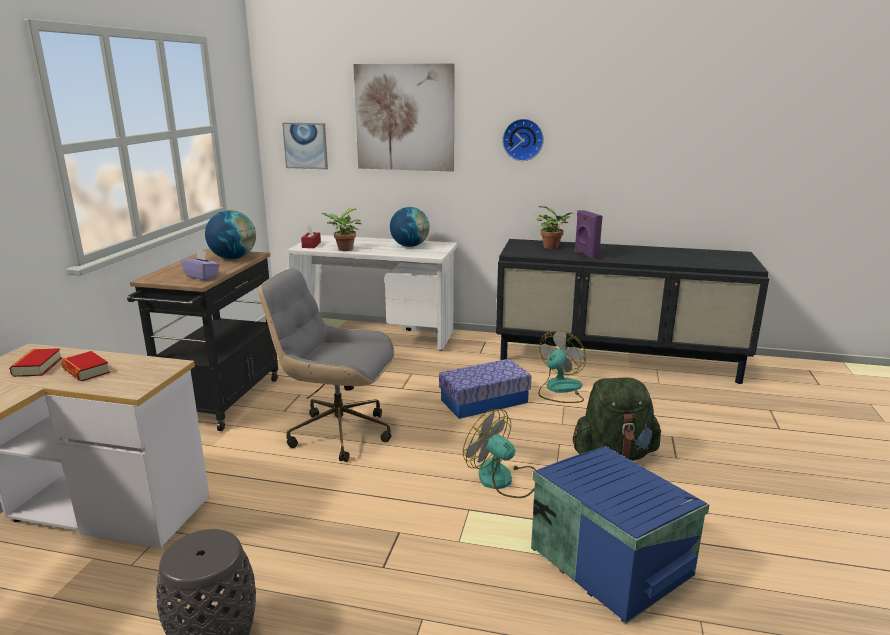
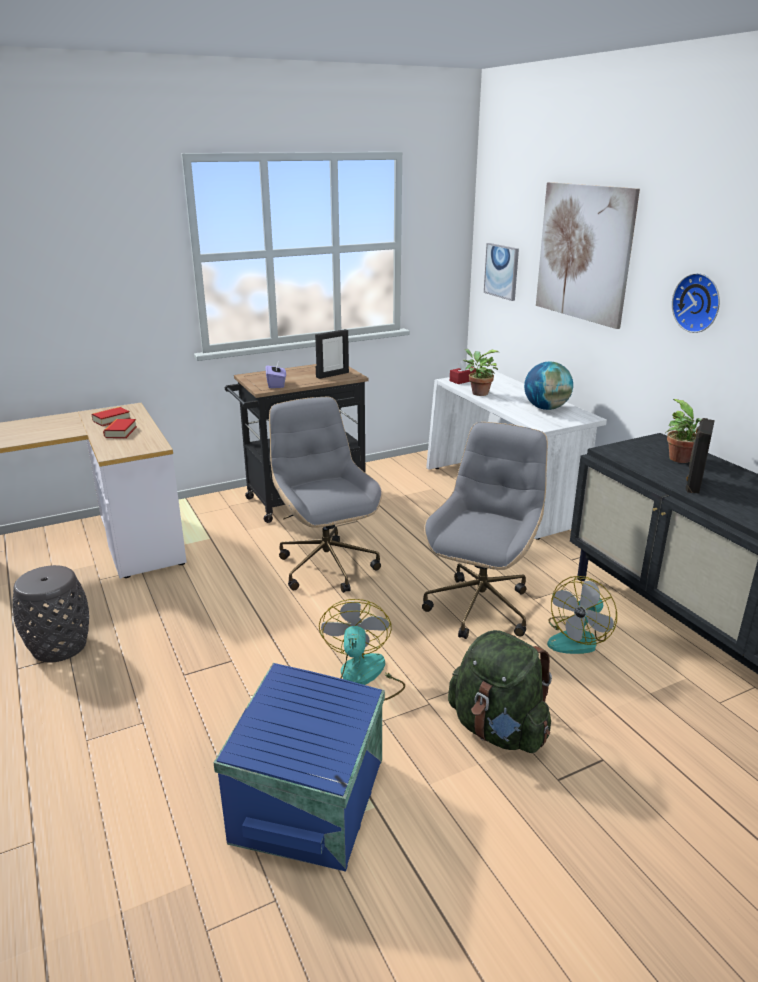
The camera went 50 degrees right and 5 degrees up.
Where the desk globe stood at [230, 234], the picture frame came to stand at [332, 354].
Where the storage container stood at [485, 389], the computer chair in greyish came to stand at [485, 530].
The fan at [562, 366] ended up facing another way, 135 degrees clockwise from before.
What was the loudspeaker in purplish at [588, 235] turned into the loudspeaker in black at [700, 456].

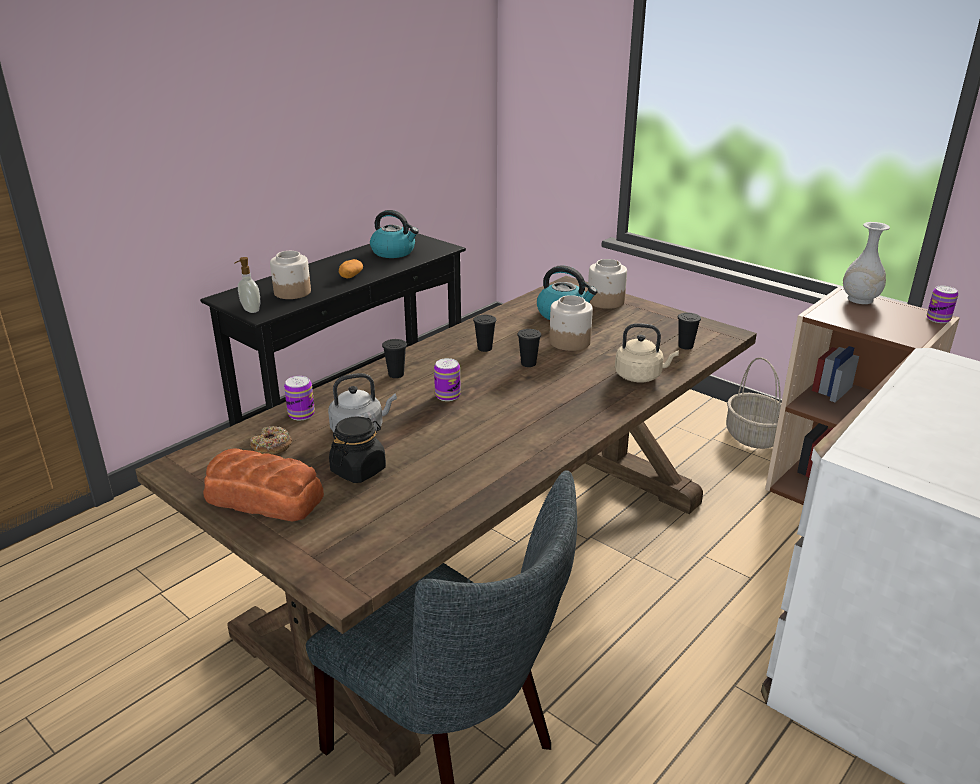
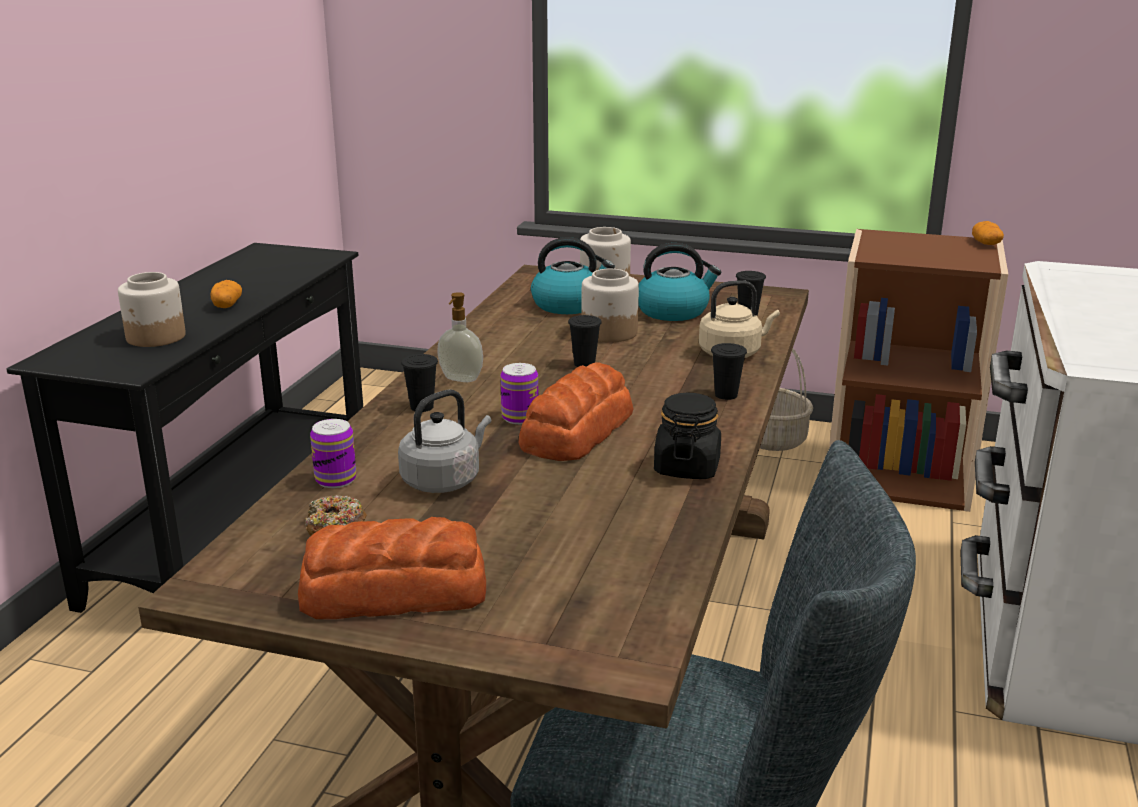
The camera went 25 degrees left and 5 degrees down.
The liquid soap bottle ended up elsewhere, having gone from [247, 285] to [460, 337].
The storage jar in black ended up elsewhere, having gone from [357, 449] to [687, 436].
The tea kettle ended up elsewhere, having gone from [394, 234] to [680, 282].
The cup in black ended up elsewhere, having gone from [484, 333] to [729, 371].
The second view lost the vase in white at [866, 263].
Where the metal can stood at [942, 304], the potato came to stand at [988, 233].
The second view gained the bakery bread at [576, 411].

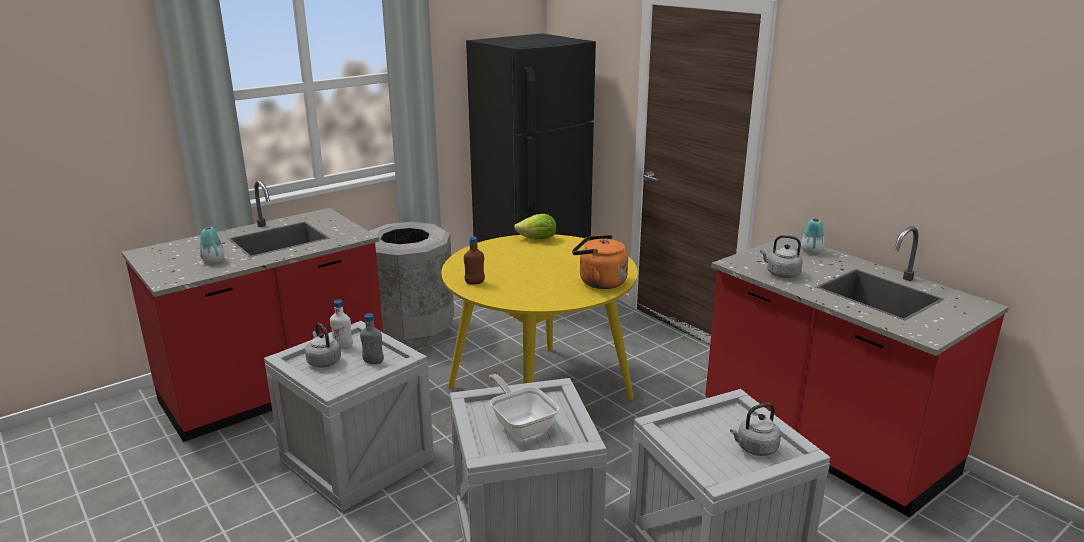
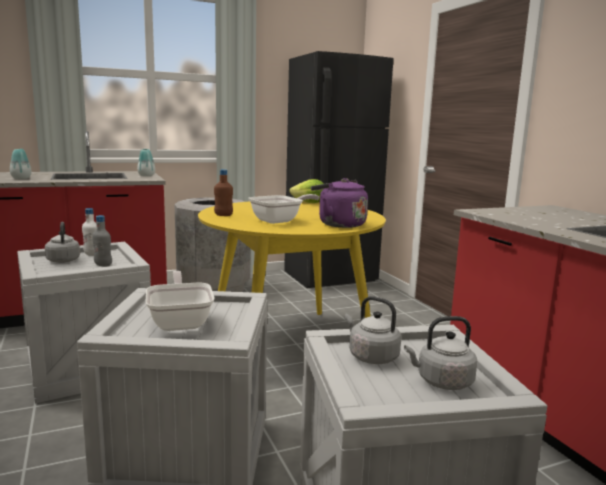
The camera went 15 degrees right and 10 degrees down.
What was the tea kettle in orangey at [600, 262] turned into the tea kettle in purplish at [339, 203].
The tea kettle in greyish ended up elsewhere, having gone from [781, 256] to [373, 330].
The vase ended up elsewhere, having gone from [813, 236] to [146, 162].
The second view gained the pan at [284, 209].

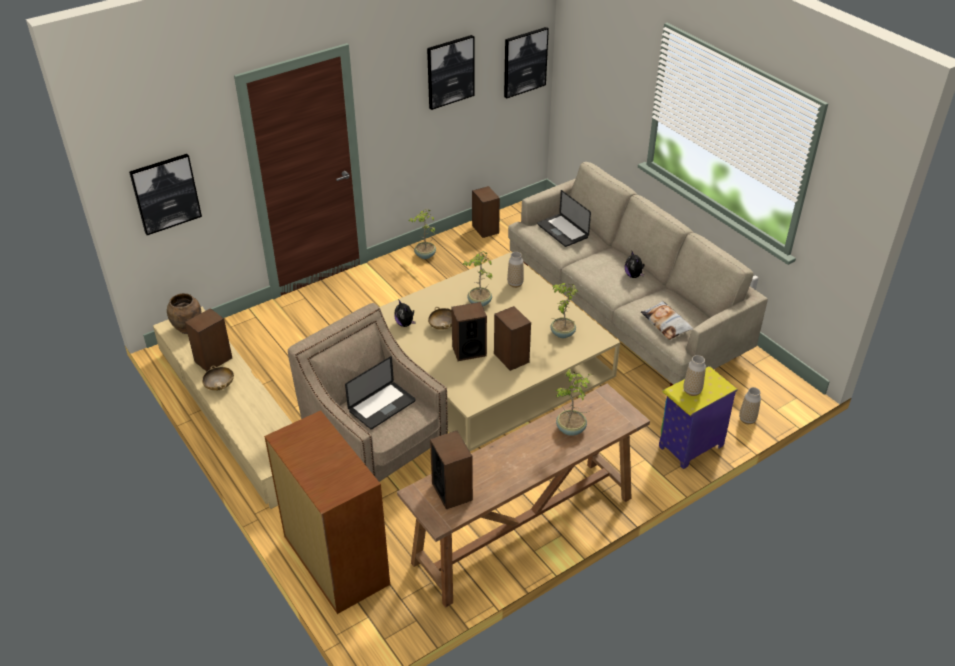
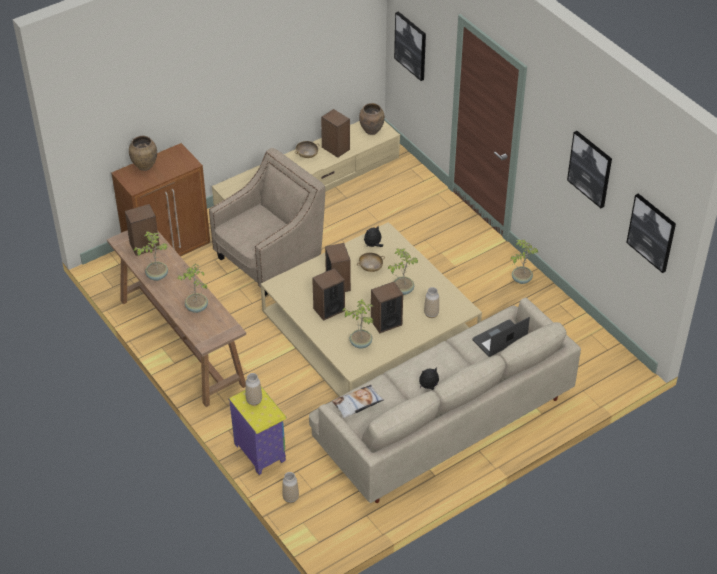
The camera went 90 degrees right and 5 degrees up.
The second view lost the portable computer at [380, 392].
The loudspeaker ended up elsewhere, having gone from [486, 212] to [387, 308].
The second view gained the vase in brownish at [143, 153].
The second view gained the houseplant at [151, 256].

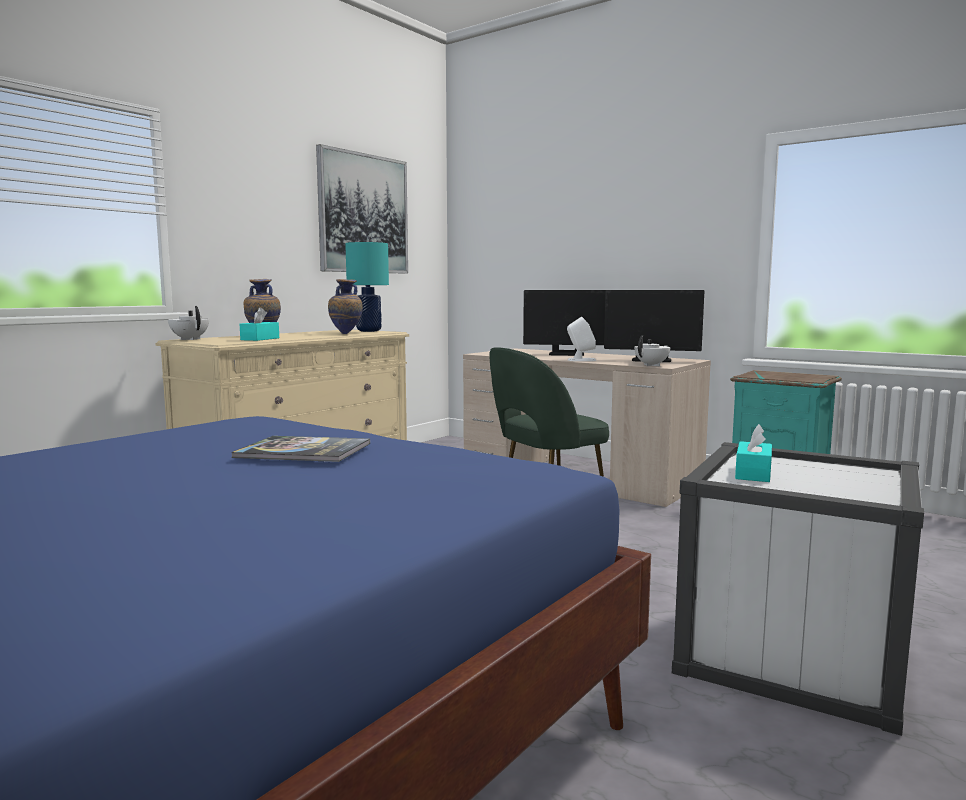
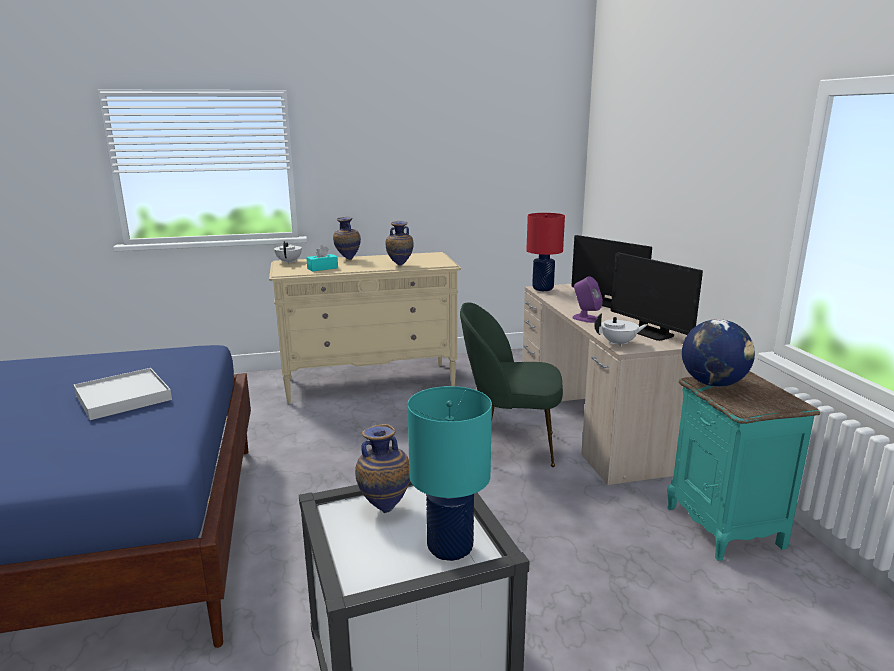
The camera went 40 degrees right and 10 degrees up.
Where the volume stood at [300, 449], the tray in white came to stand at [123, 394].
The second view lost the wall picture at [362, 209].
The table lamp in turquoise-coloured ended up elsewhere, having gone from [367, 287] to [449, 473].
What was the loudspeaker in white at [582, 339] turned into the loudspeaker in purplish at [587, 299].
Where the tissue holder in turquoise-coloured stood at [753, 453], the vase came to stand at [382, 468].
The second view gained the table lamp in red-coloured at [545, 252].
The second view gained the desk globe at [718, 353].

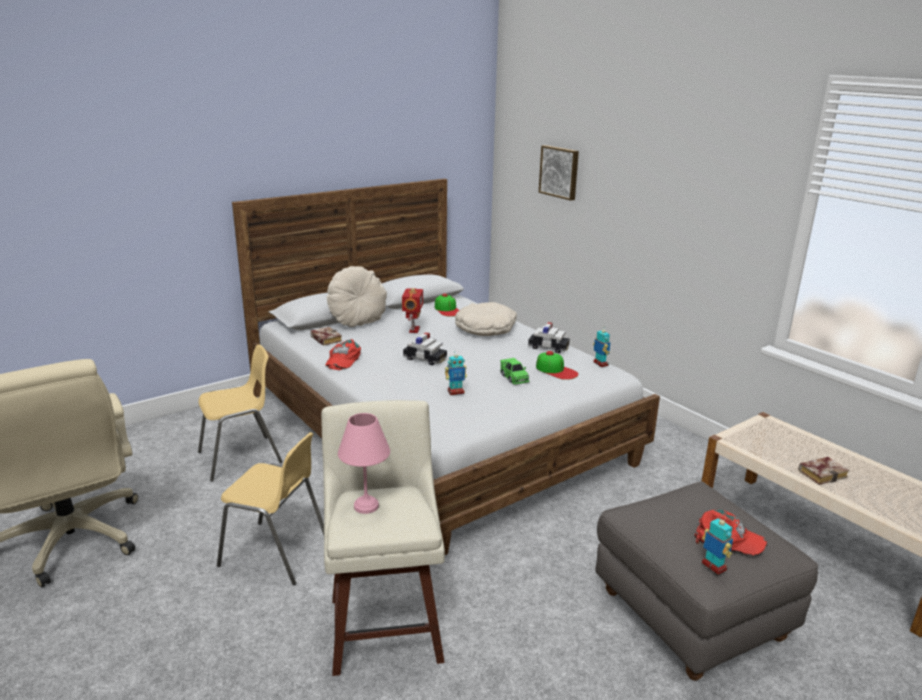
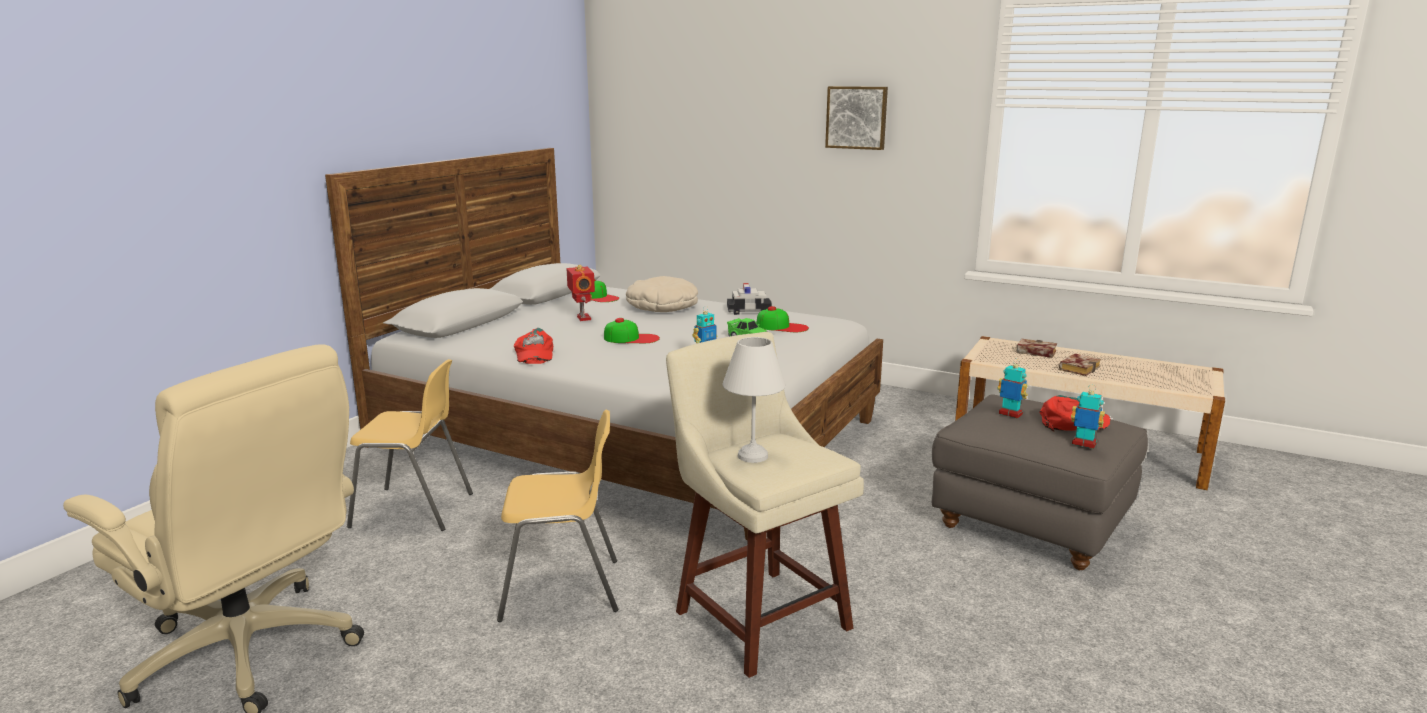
The camera went 25 degrees left and 5 degrees down.
The plain chair in yellow at [240, 413] ended up facing another way, 60 degrees clockwise from before.
The volume ended up elsewhere, having gone from [326, 336] to [1036, 348].
The second view lost the cushion in sand-coloured at [356, 296].
What was the table lamp in pink at [364, 463] turned into the table lamp in white at [754, 400].
Where the model car stood at [425, 348], the peaked cap came to stand at [632, 330].
The wall picture ended up elsewhere, having gone from [559, 173] to [856, 118].
The robot figure ended up elsewhere, having gone from [601, 348] to [1012, 389].

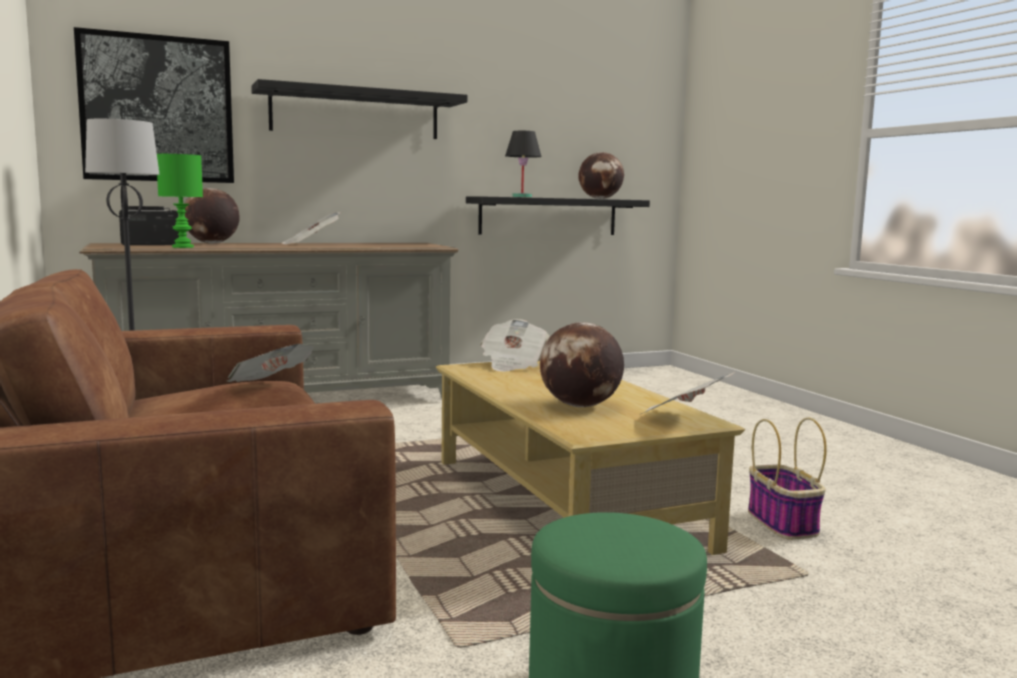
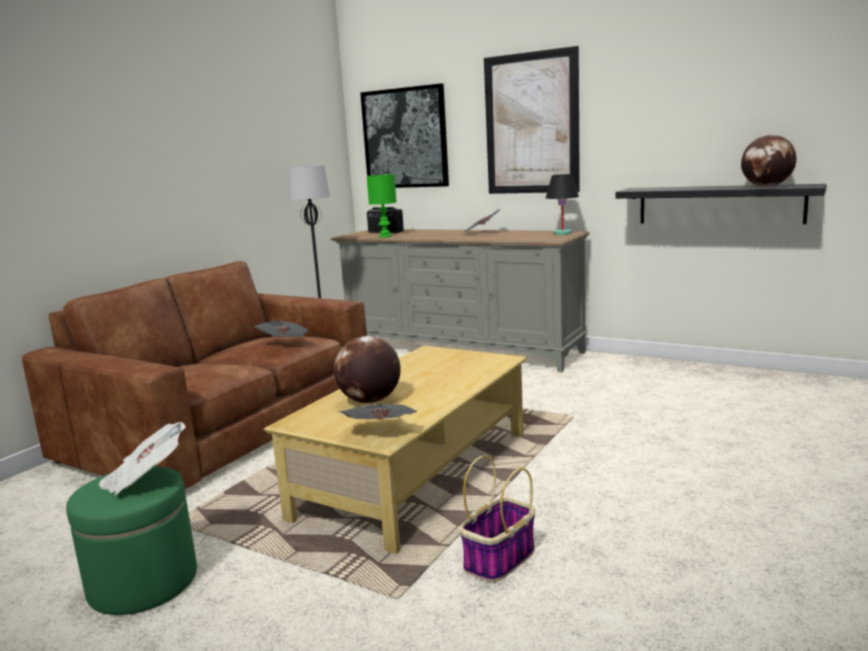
The camera went 55 degrees right and 5 degrees up.
The second view lost the desk globe at [212, 216].
Where the wall shelf in black hung at [359, 109], the wall picture came to hang at [532, 120].
The daily paper ended up elsewhere, having gone from [515, 345] to [142, 458].
The table lamp in black ended up elsewhere, having gone from [523, 164] to [562, 204].

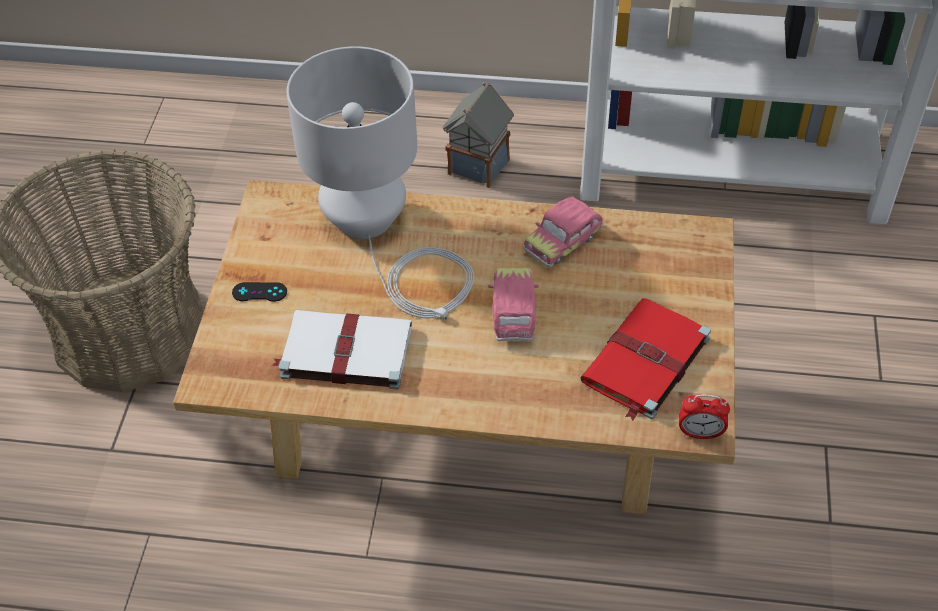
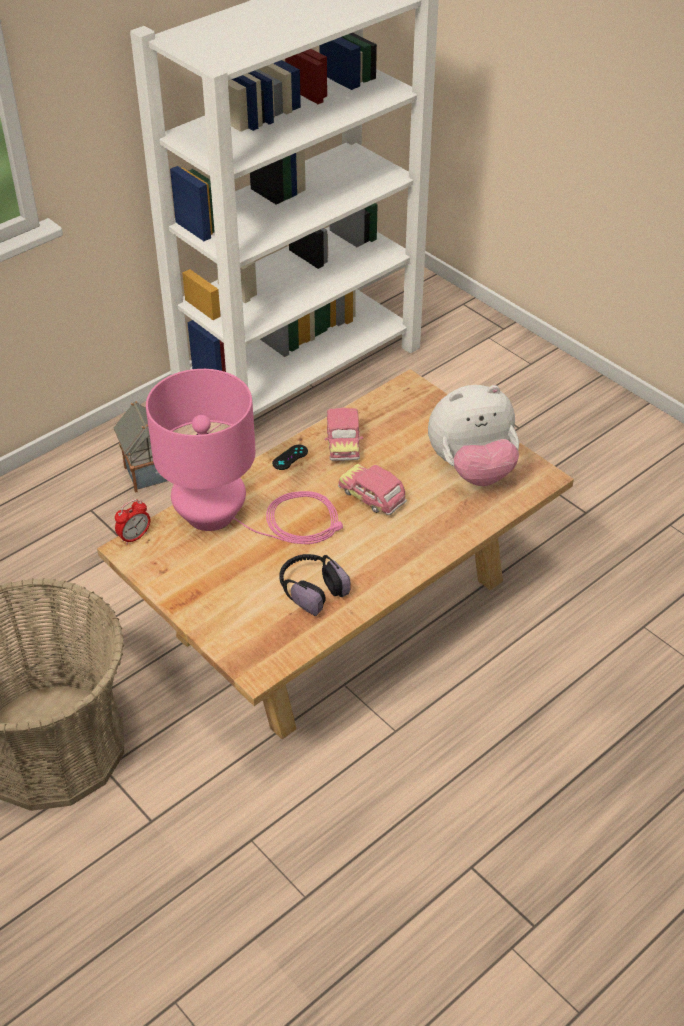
The camera went 50 degrees left and 5 degrees down.
The joypad in black ended up elsewhere, having gone from [259, 292] to [290, 457].
Where the volume in white stood at [342, 349], the headphones came to stand at [315, 585].
What was the table lamp in greyish at [380, 183] turned into the table lamp in pink at [244, 456].
Where the volume in red-coloured stood at [645, 359], the cuddly toy came to stand at [473, 435].
The bedside clock ended up elsewhere, having gone from [704, 416] to [132, 522].

